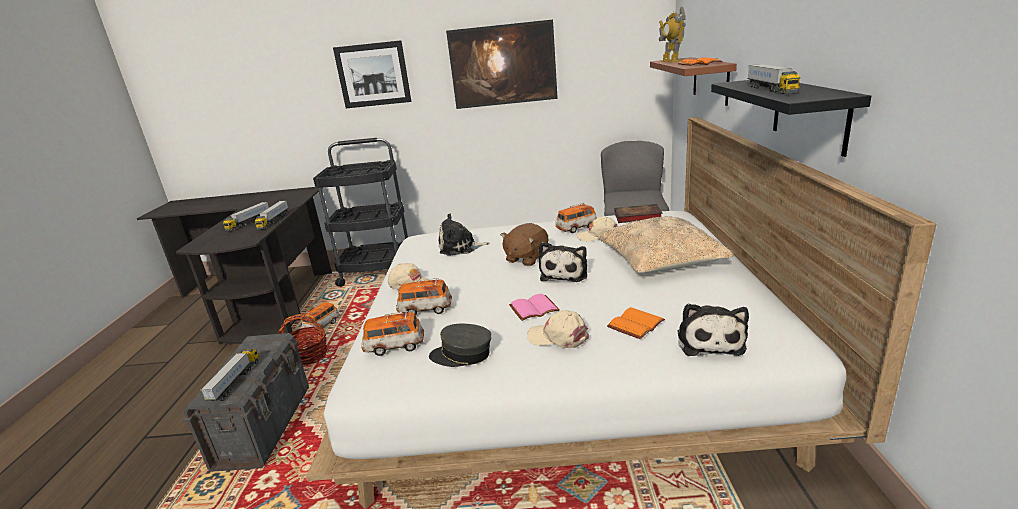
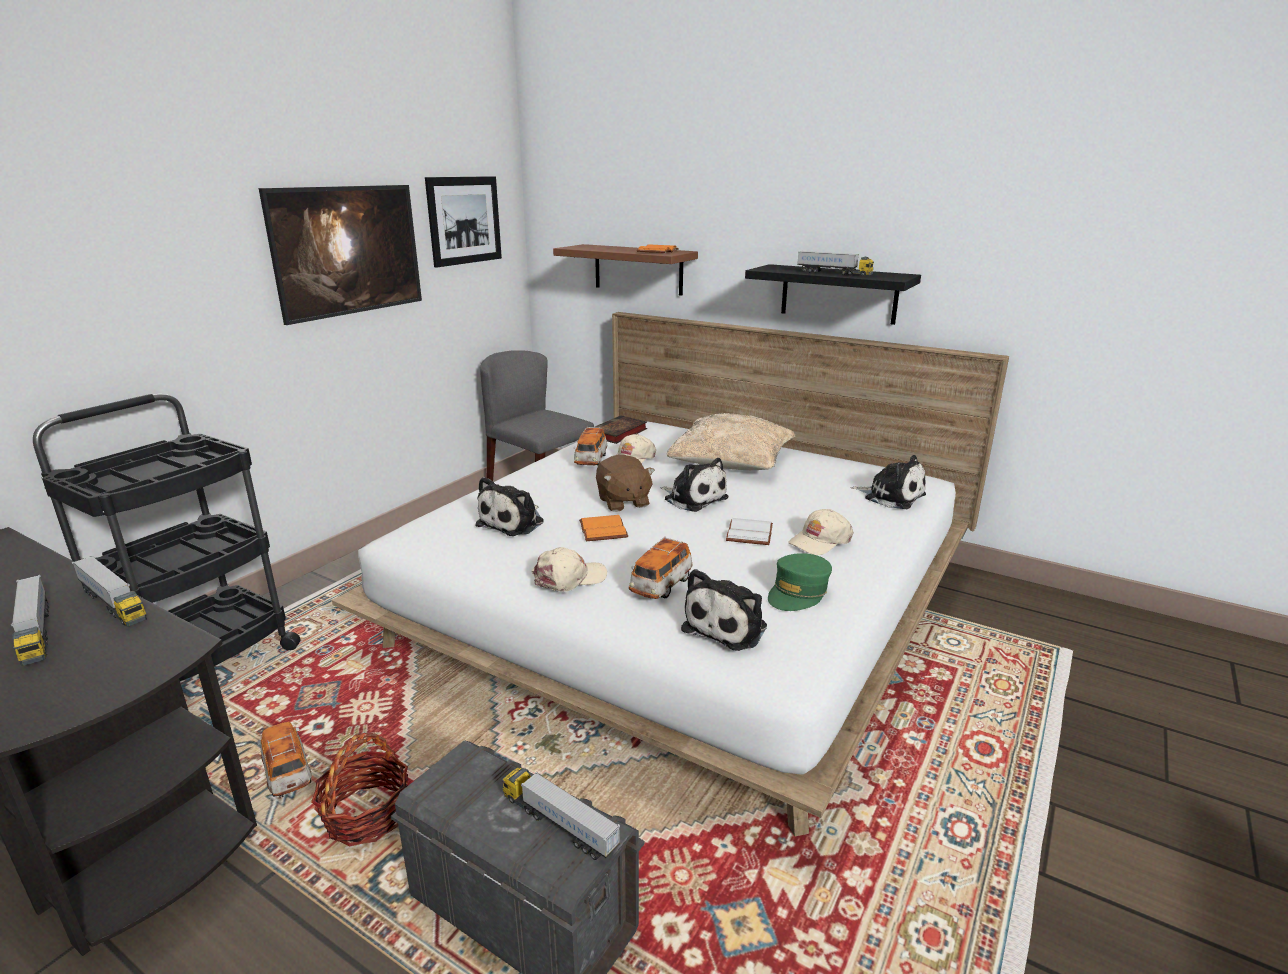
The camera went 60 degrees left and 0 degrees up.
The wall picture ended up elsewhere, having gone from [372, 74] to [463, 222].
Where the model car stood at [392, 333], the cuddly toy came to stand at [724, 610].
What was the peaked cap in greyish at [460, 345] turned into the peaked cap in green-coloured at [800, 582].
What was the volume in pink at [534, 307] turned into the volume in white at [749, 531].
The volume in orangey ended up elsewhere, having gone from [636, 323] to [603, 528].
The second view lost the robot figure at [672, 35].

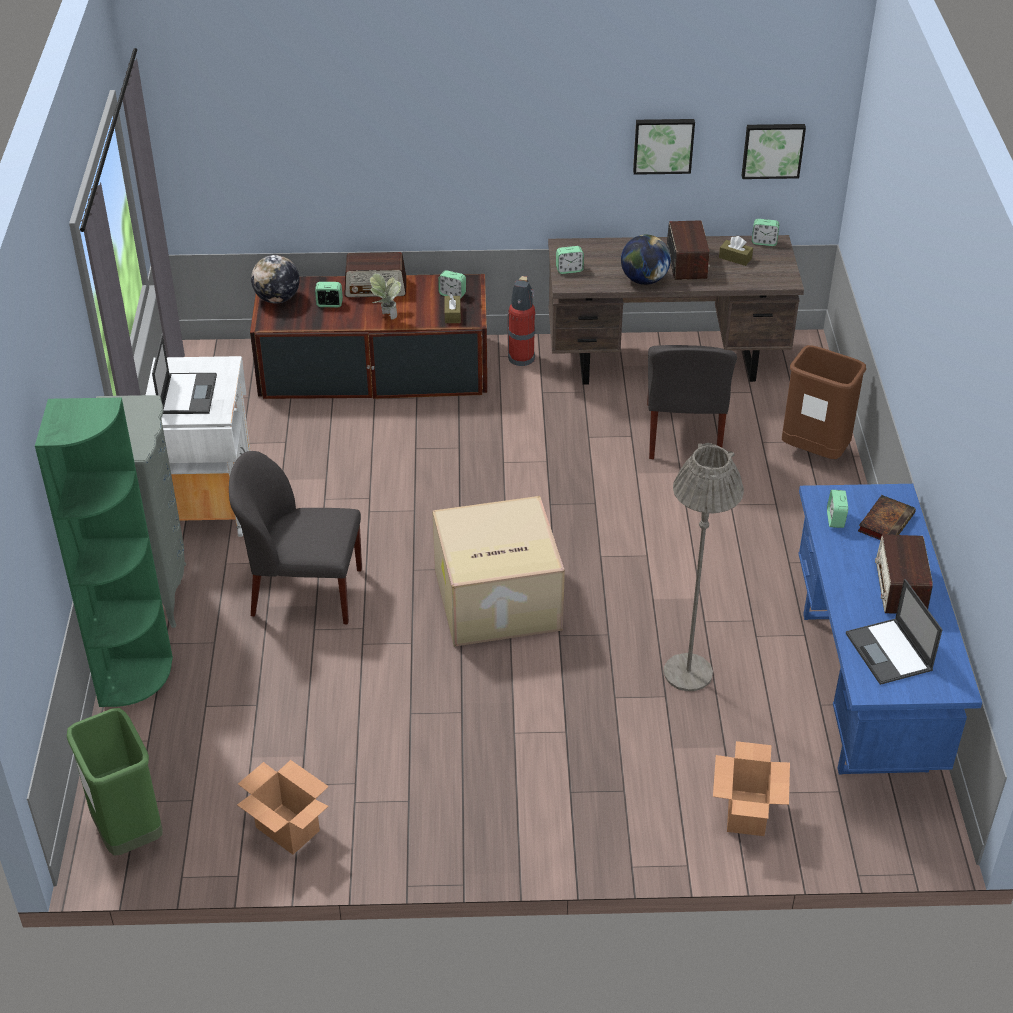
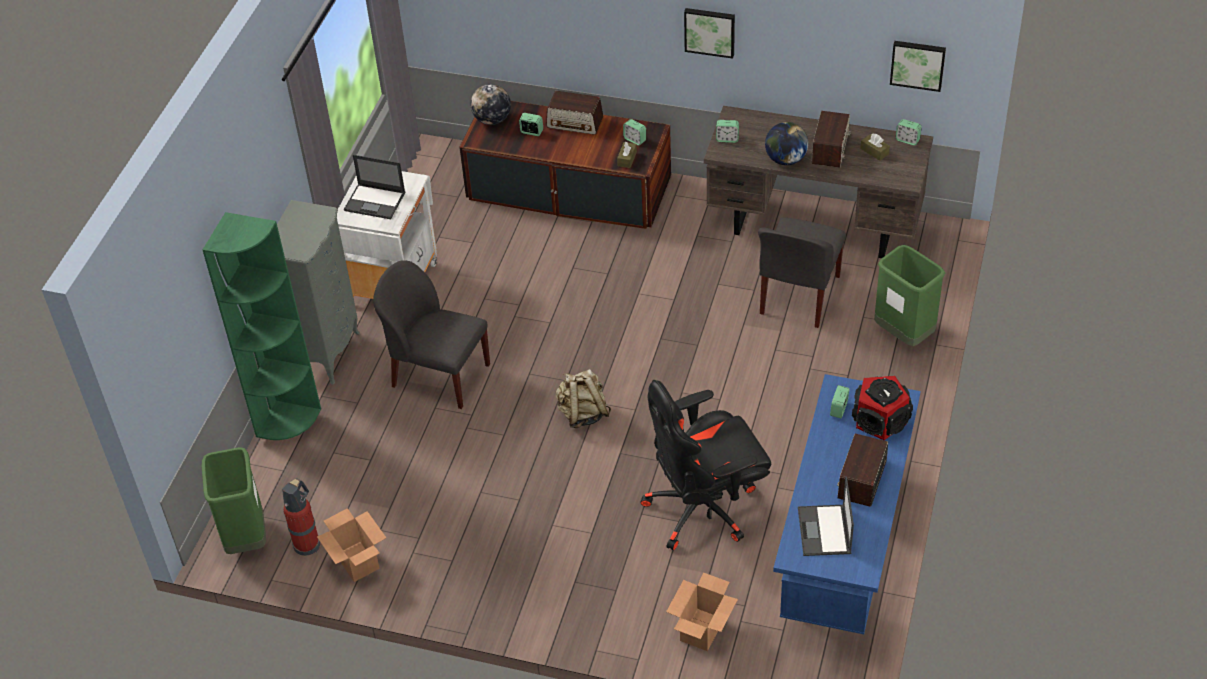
The camera went 20 degrees right and 5 degrees up.
The portable computer at [184, 374] ended up facing another way, 90 degrees clockwise from before.
The second view lost the houseplant at [386, 296].
Where the cardboard box stood at [498, 571], the rucksack in sand-coloured came to stand at [583, 398].
The fire-fighting cylinder ended up elsewhere, having gone from [521, 321] to [301, 517].
The wall picture ended up elsewhere, having gone from [664, 147] to [709, 33].
Where the standard lamp in greyish stood at [703, 567], the computer chair in black came to stand at [705, 465].
What was the trash can in brownish at [824, 402] turned into the trash can in green-coloured at [909, 295].
Where the volume stood at [887, 517], the loudspeaker came to stand at [882, 408].

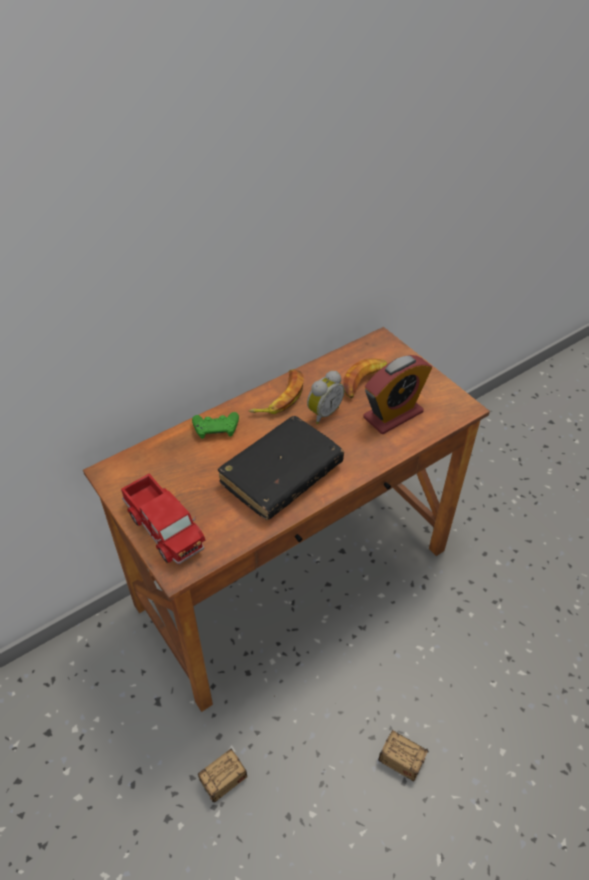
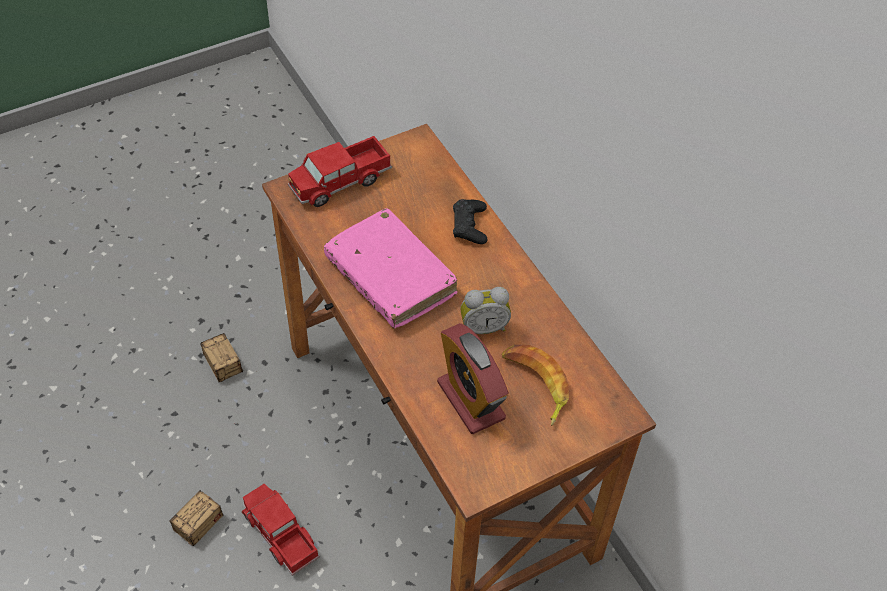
The camera went 95 degrees right and 5 degrees up.
What was the joypad in green-coloured at [215, 425] turned into the joypad in black at [470, 221].
What was the volume in black at [281, 468] turned into the volume in pink at [390, 268].
The second view lost the banana fruit at [276, 391].
The bedside clock at [325, 397] ended up facing another way, 60 degrees counterclockwise from before.
The second view gained the toy lorry at [281, 530].

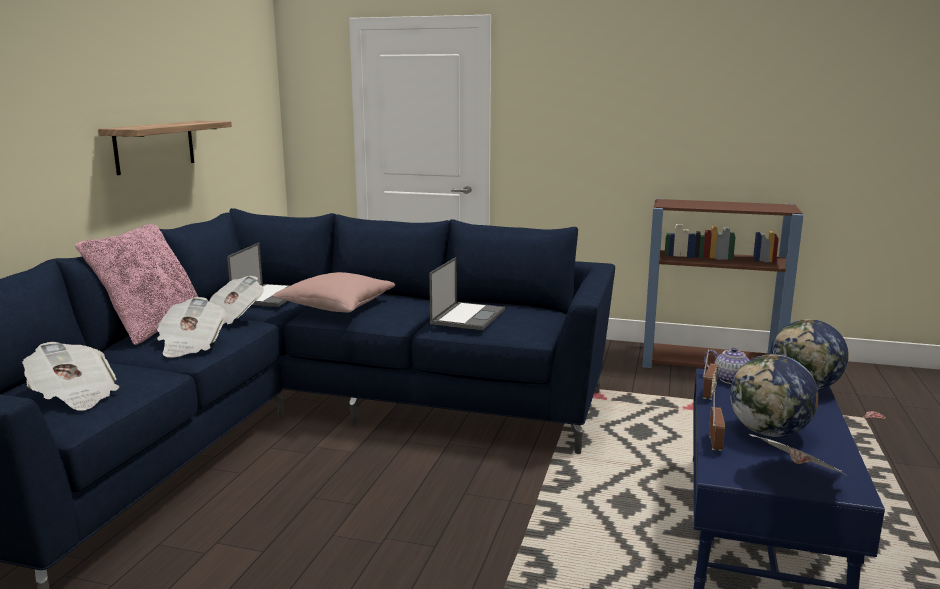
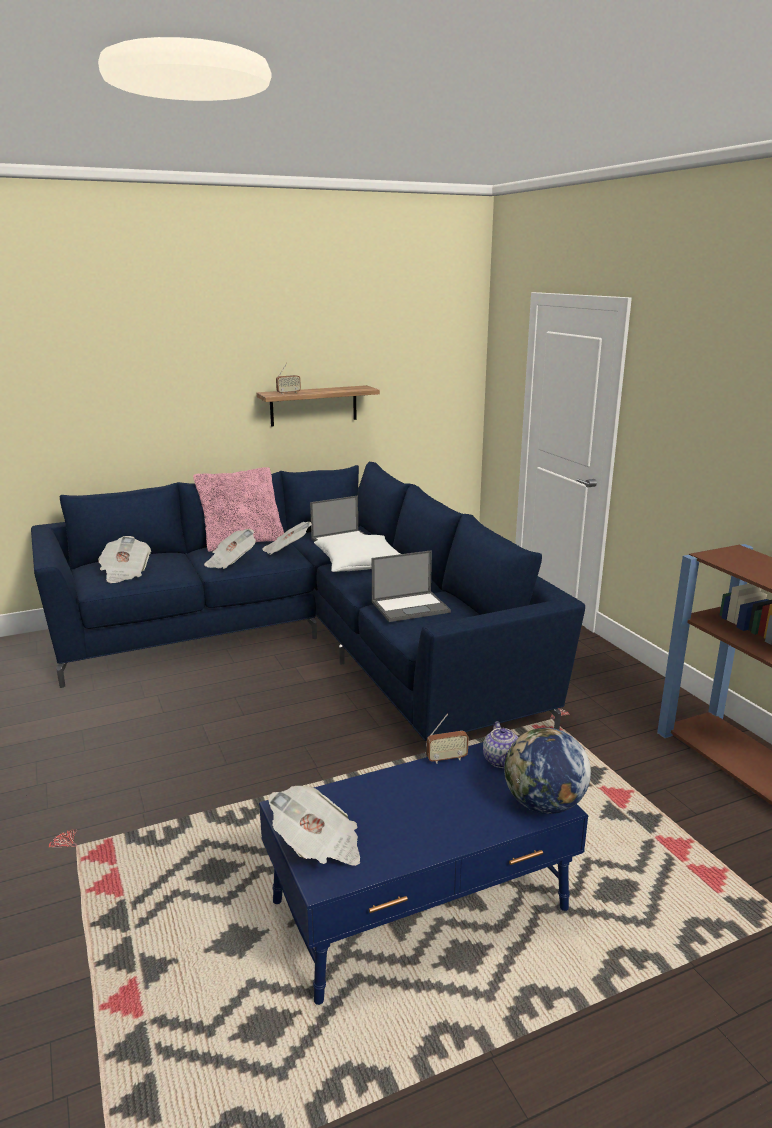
The camera went 50 degrees right and 5 degrees up.
What was the cushion in pink at [334, 292] turned into the cushion in white at [357, 553].
The radio receiver ended up elsewhere, having gone from [717, 421] to [288, 378].
The second view lost the desk globe at [774, 395].

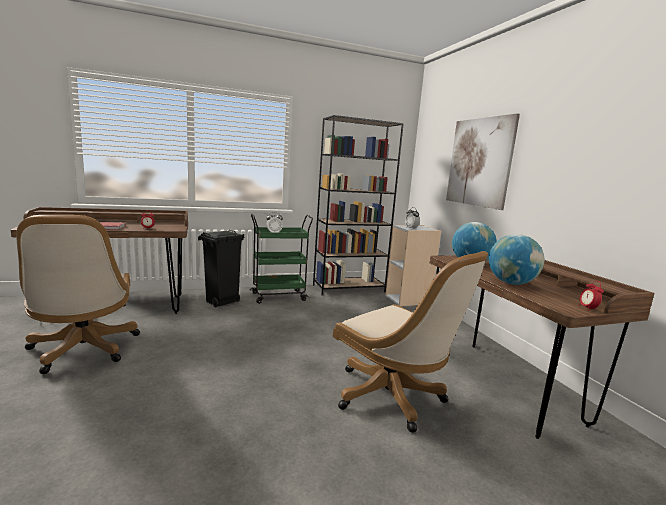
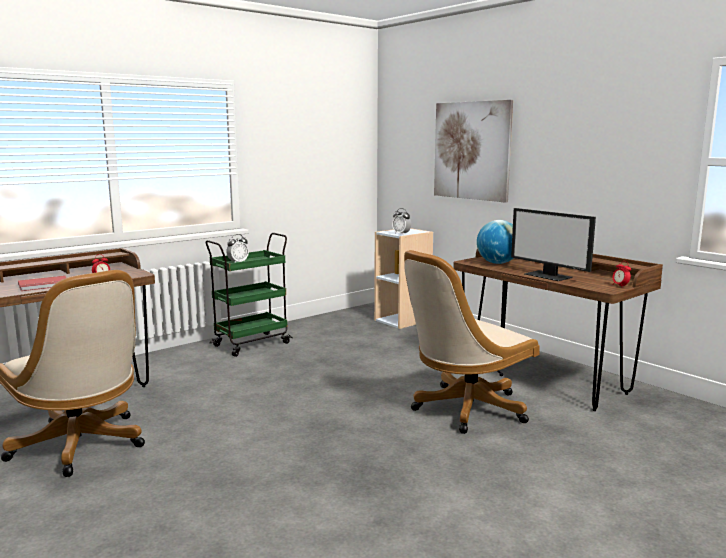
The camera went 20 degrees left and 0 degrees up.
The second view lost the trash can in black at [221, 268].
The second view lost the shelving unit in sand-coloured at [358, 205].
The computer chair at [410, 342] ended up facing another way, 120 degrees clockwise from before.
Where the desk globe stood at [516, 259], the computer display came to stand at [553, 244].

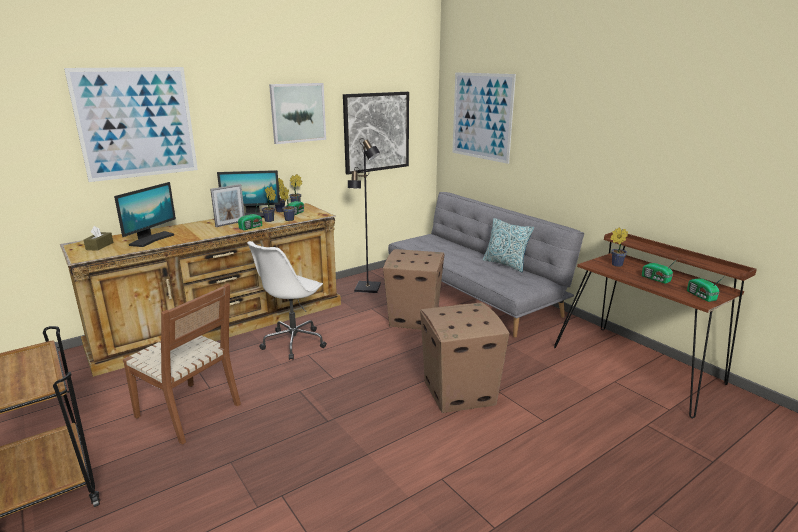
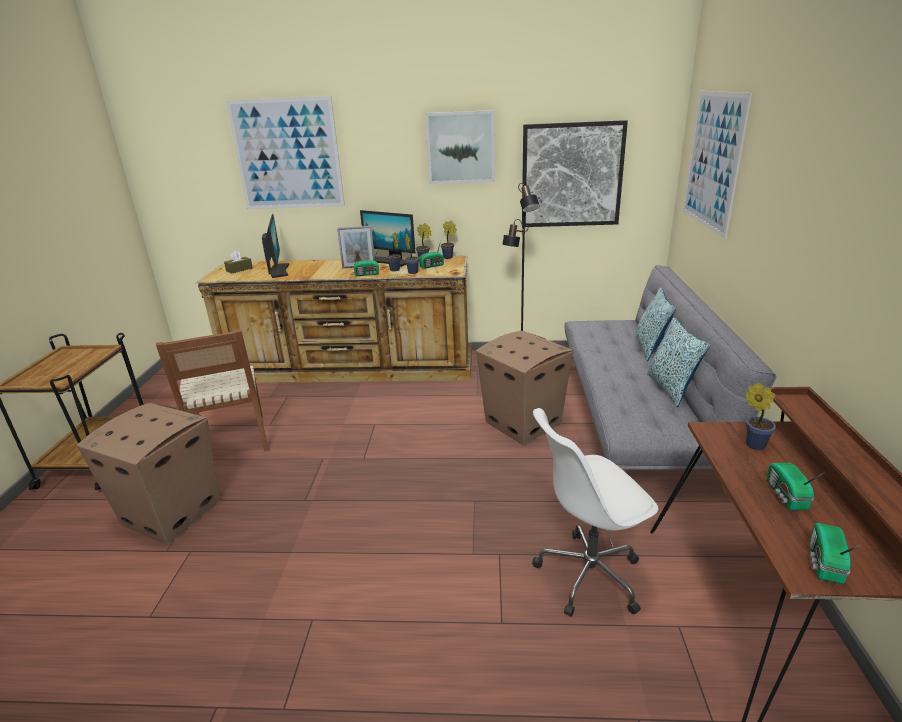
The camera went 40 degrees right and 5 degrees up.
The computer display at [145, 214] ended up facing another way, 75 degrees counterclockwise from before.
The computer chair in white ended up elsewhere, having gone from [287, 300] to [595, 512].
The cardboard box ended up elsewhere, having gone from [464, 358] to [148, 474].
The second view gained the cushion at [655, 324].

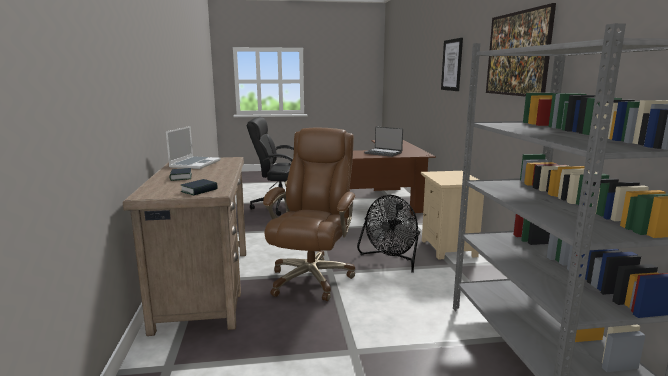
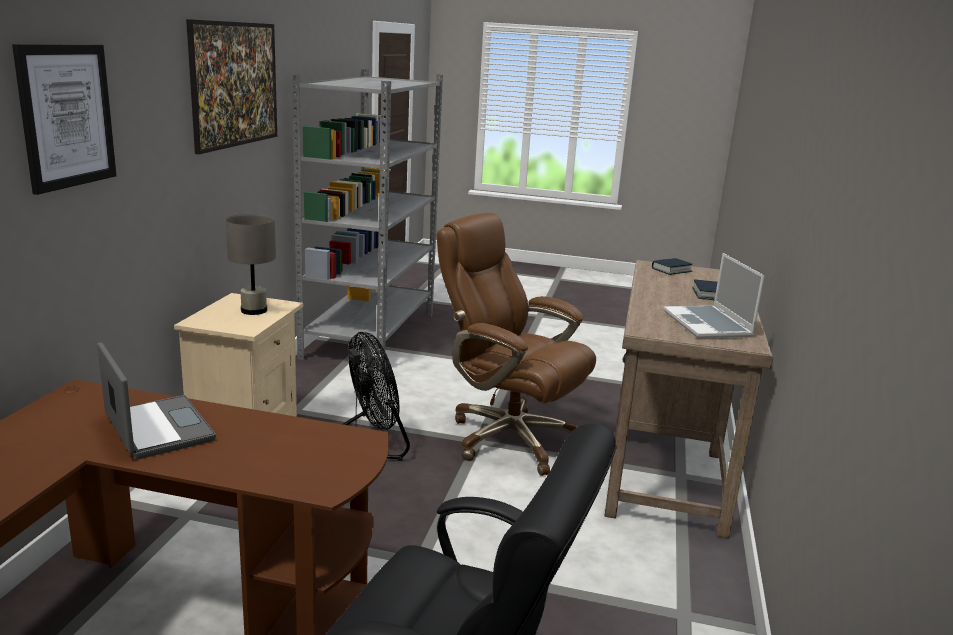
The camera went 160 degrees left and 5 degrees up.
The portable computer at [193, 147] ended up facing another way, 45 degrees counterclockwise from before.
The computer chair in brownish at [309, 214] ended up facing another way, 90 degrees clockwise from before.
The second view gained the table lamp in greyish at [251, 264].

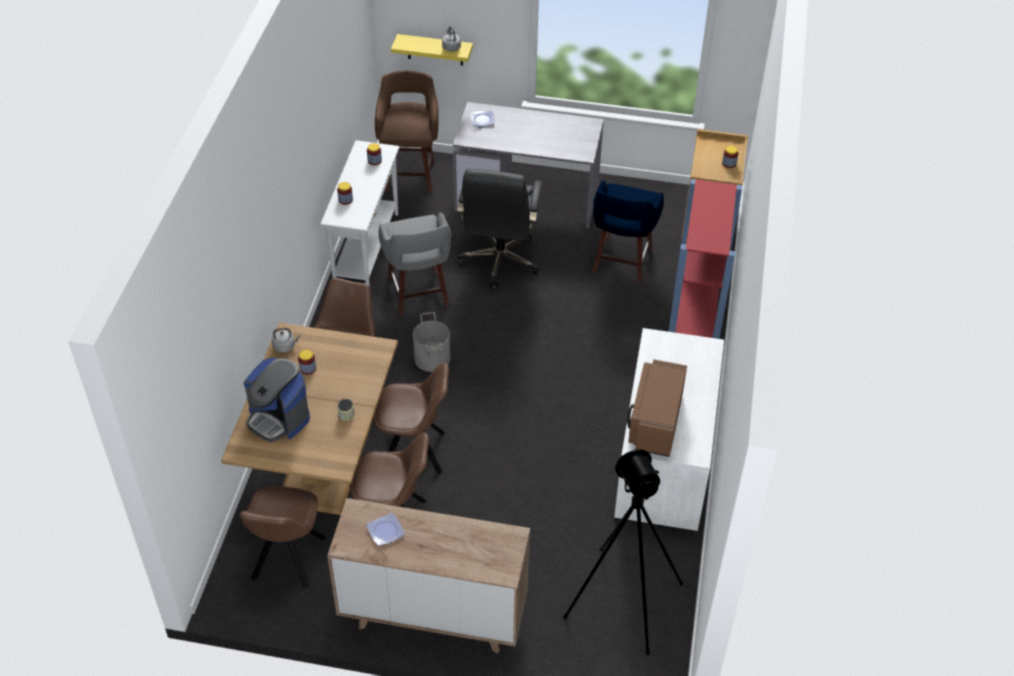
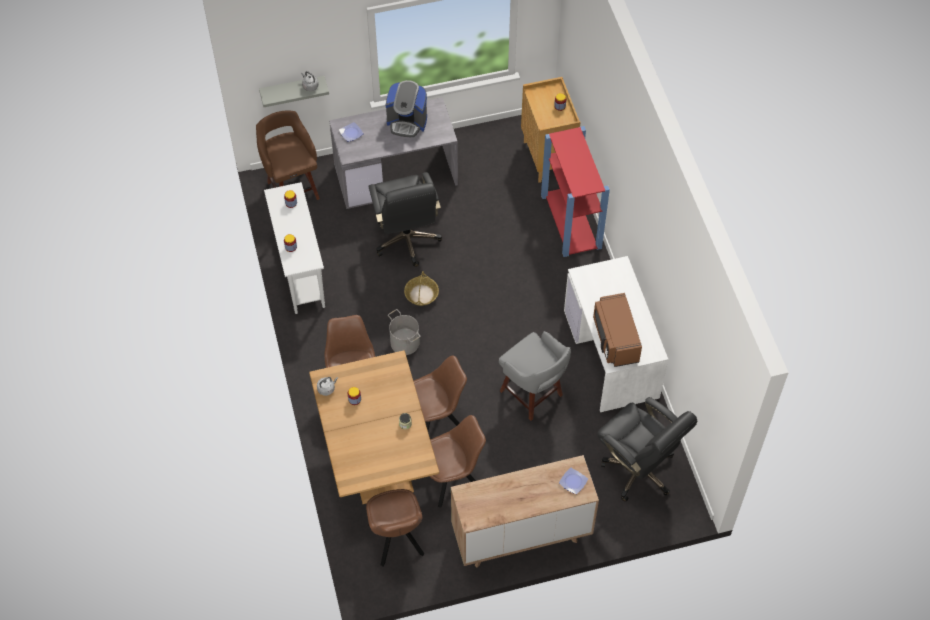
The camera went 25 degrees left and 10 degrees up.
The coffee brewer ended up elsewhere, having gone from [277, 400] to [406, 108].
The flat dish ended up elsewhere, having gone from [385, 529] to [573, 481].
The stool in greyish ended up elsewhere, having gone from [415, 264] to [535, 376].
What was the wall shelf in yellow at [432, 50] turned into the wall shelf in greyish at [294, 91].
Where the standard lamp in black stood at [623, 552], the computer chair in black came to stand at [647, 449].
The second view lost the stool in blue at [628, 232].
The second view gained the storage basket at [421, 288].

